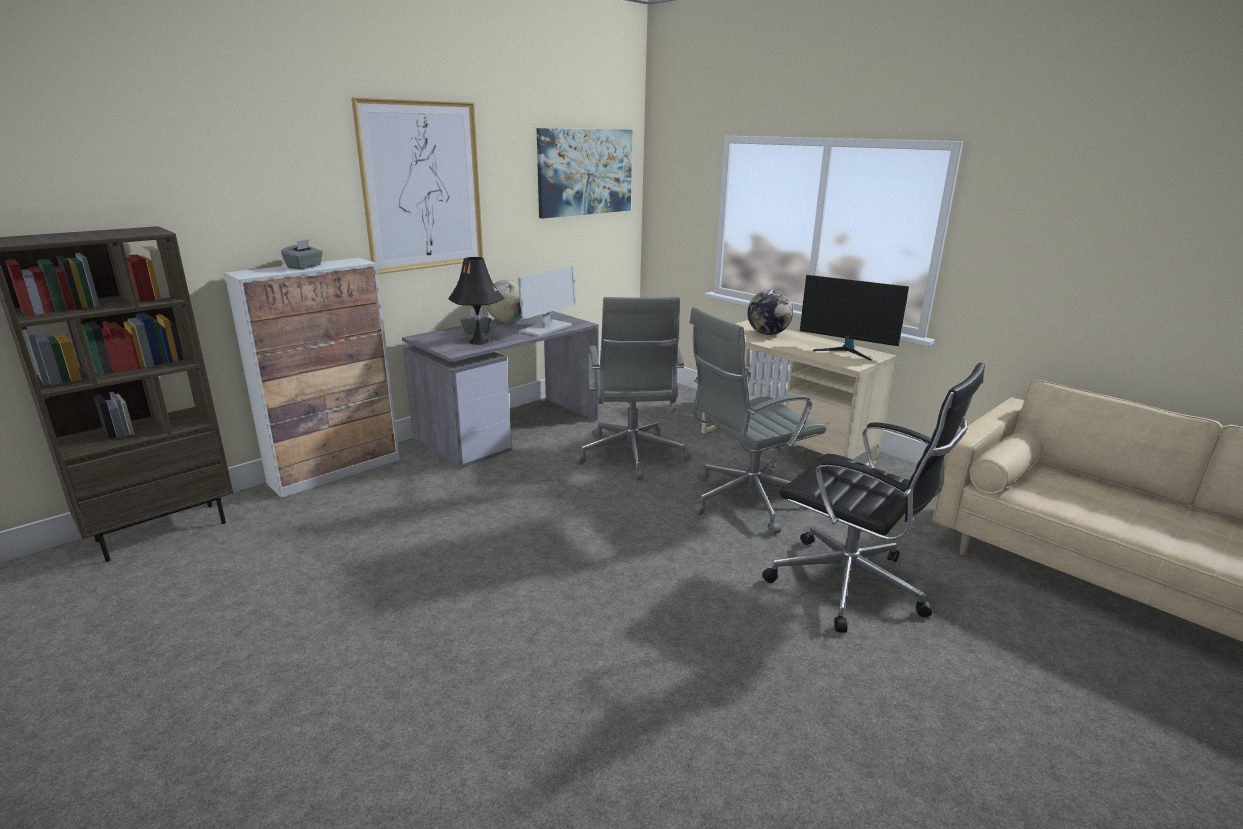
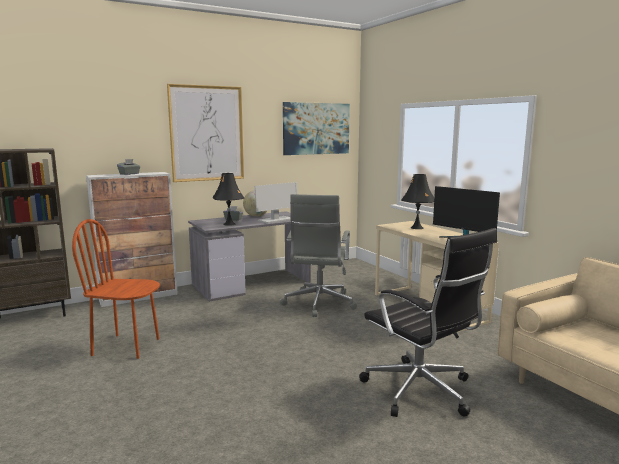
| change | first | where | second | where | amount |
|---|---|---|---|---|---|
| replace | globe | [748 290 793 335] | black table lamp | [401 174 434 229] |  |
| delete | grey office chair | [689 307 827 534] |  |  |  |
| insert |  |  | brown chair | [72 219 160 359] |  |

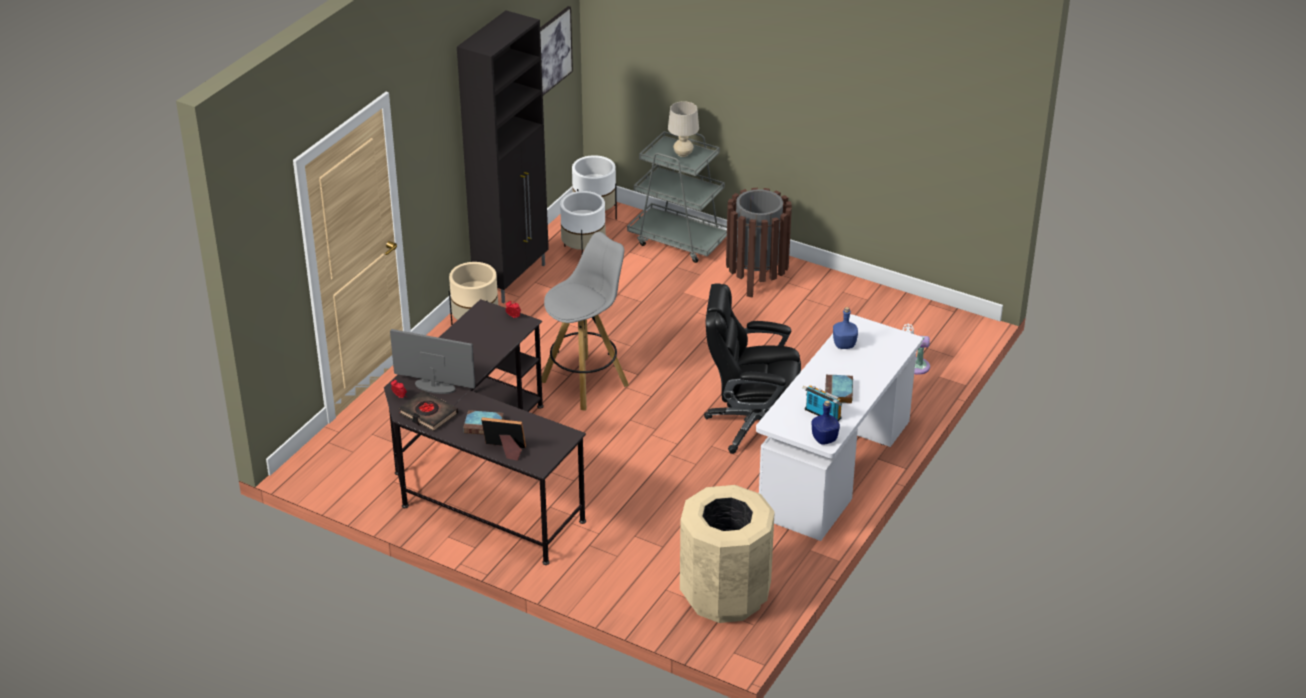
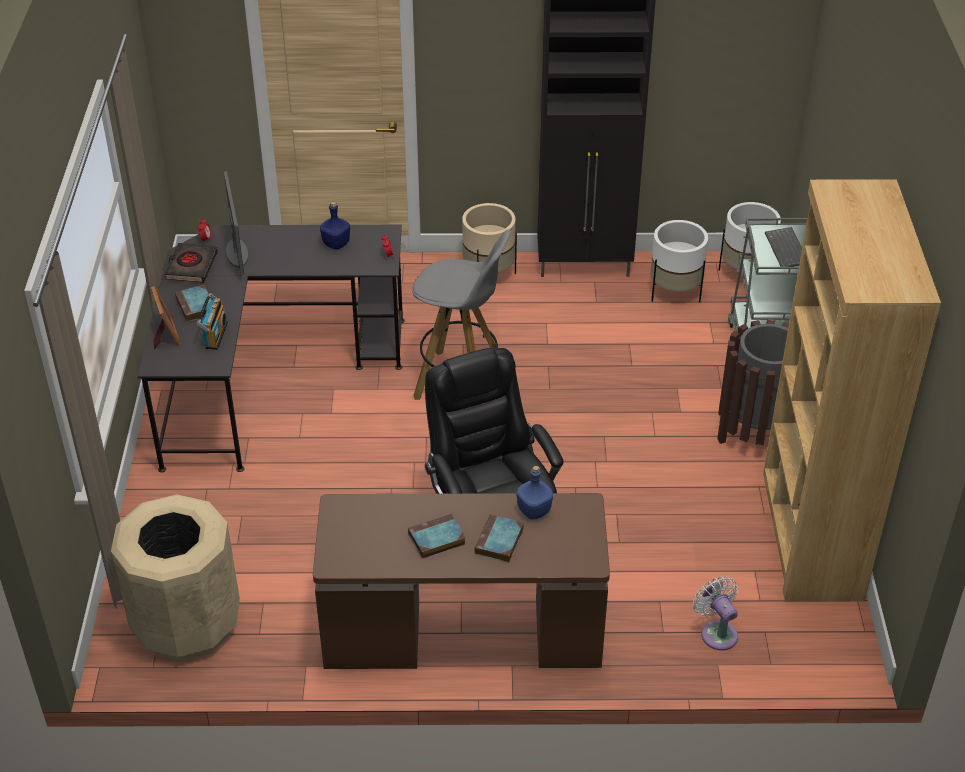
| change | first | where | second | where | amount |
|---|---|---|---|---|---|
| delete | picture | [540 6 573 95] |  |  |  |
| replace | beige table lamp | [668 101 699 157] | keyboard | [765 227 802 267] |  |
| recolor | white desk | [756 314 923 541] | brown desk | [313 493 610 669] |  |
| move | radio | [802 385 842 421] |  | [197 293 228 350] |  |
| move | blue bottle | [812 400 840 445] |  | [320 202 350 249] |  |
| insert |  |  | brown bookcase | [763 179 941 602] |  |
| insert |  |  | book | [474 514 524 563] |  |

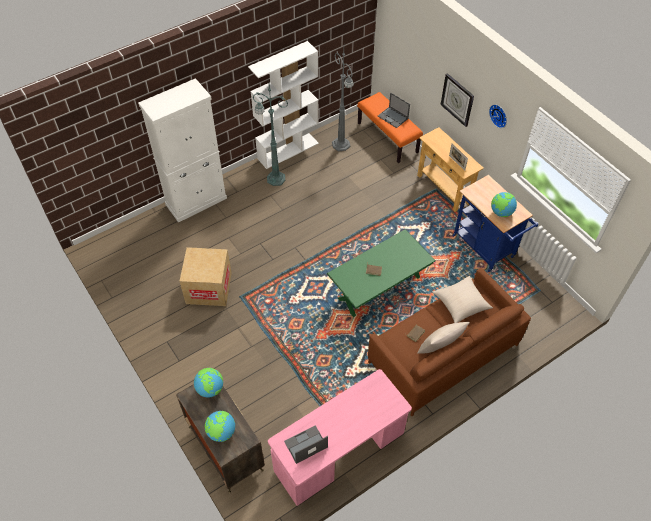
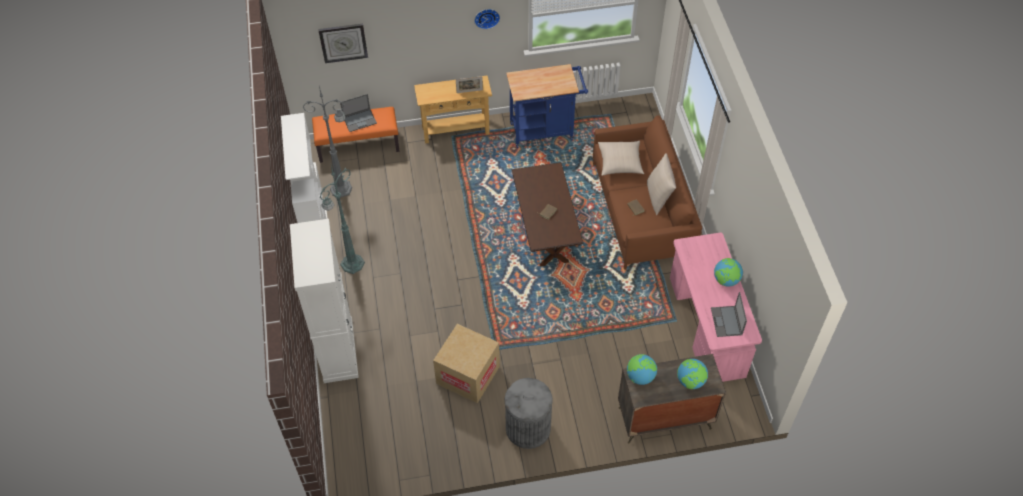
| change | first | where | second | where | amount |
|---|---|---|---|---|---|
| move | wall clock | [441 73 474 127] |  | [318 24 368 63] |  |
| move | globe | [491 192 517 217] |  | [714 258 743 287] |  |
| recolor | green coffee table | [327 229 435 317] | brown coffee table | [512 162 583 267] |  |
| insert |  |  | grey trash can | [505 378 553 449] |  |

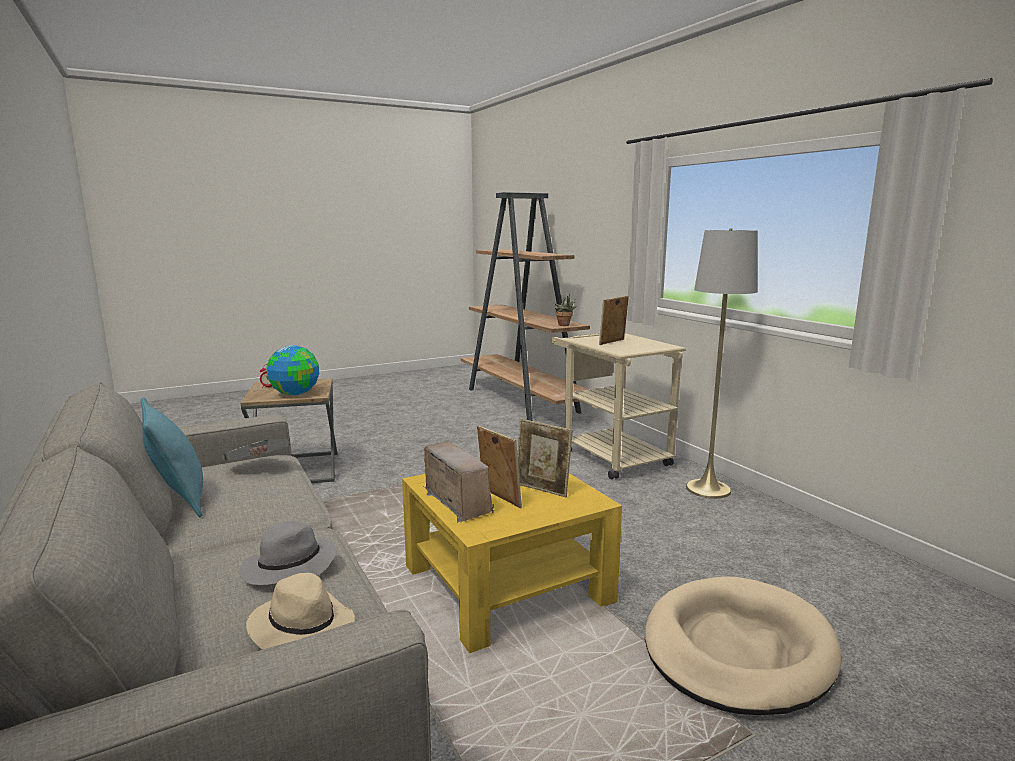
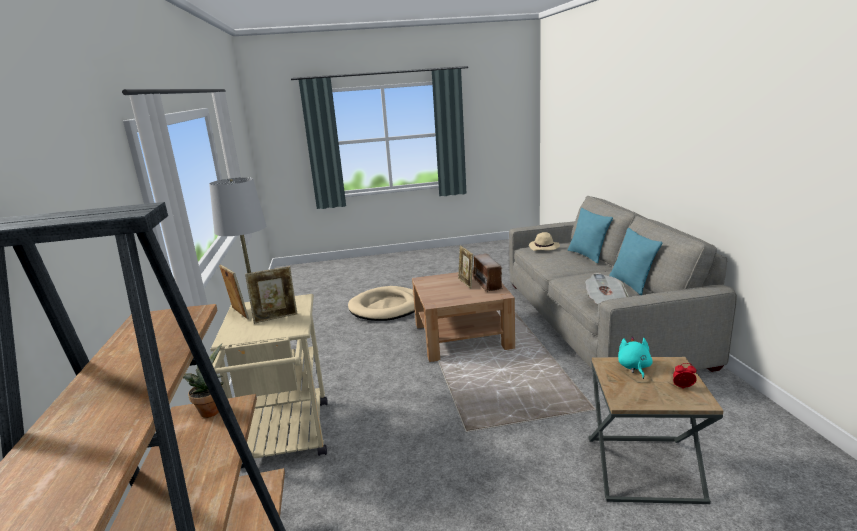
| change | first | where | second | where | amount |
|---|---|---|---|---|---|
| replace | globe | [266 345 319 396] | turquoise plush toy | [618 336 653 379] |  |
| move | picture frame | [517 419 573 497] |  | [219 264 249 319] |  |
| recolor | yellow coffee table | [402 473 622 653] | brown coffee table | [412 270 515 362] |  |
| delete | grey hat | [240 521 337 585] |  |  |  |
| insert |  |  | turquoise pillow | [568 208 613 263] |  |

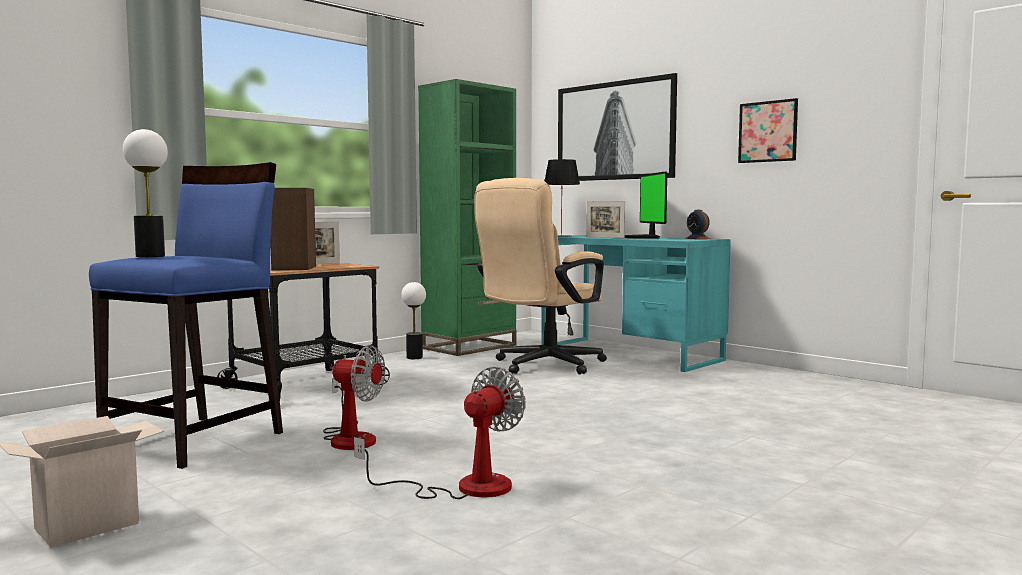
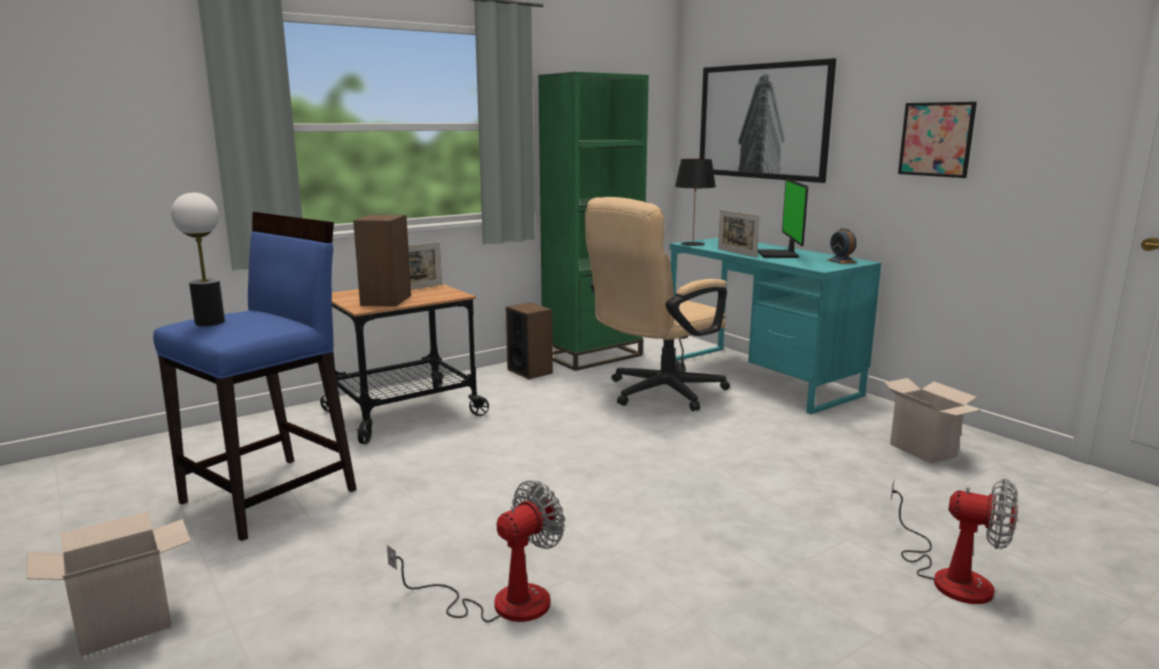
| change | first | where | second | where | amount |
|---|---|---|---|---|---|
| replace | table lamp | [401 282 426 359] | speaker | [506 302 553 379] |  |
| move | fan | [323 345 385 450] |  | [891 479 1018 604] |  |
| insert |  |  | cardboard box | [884 378 981 464] |  |

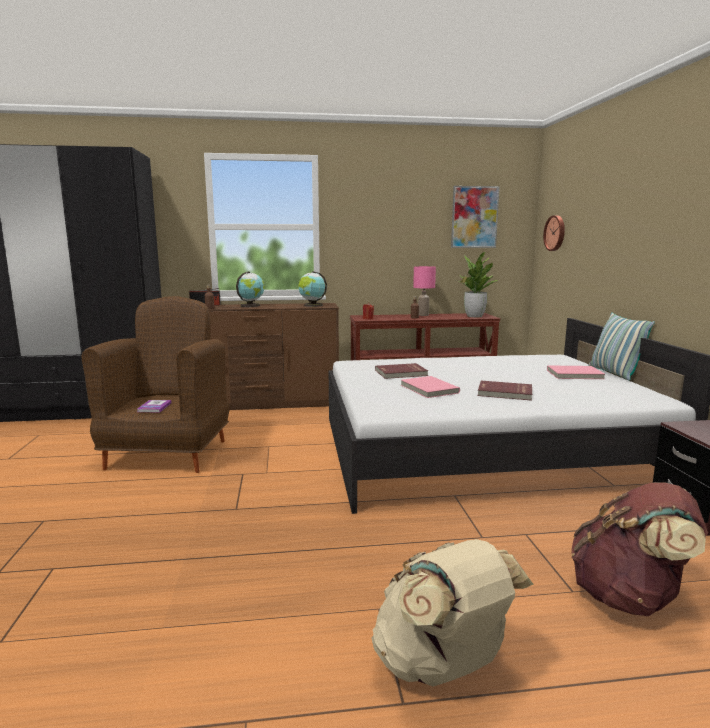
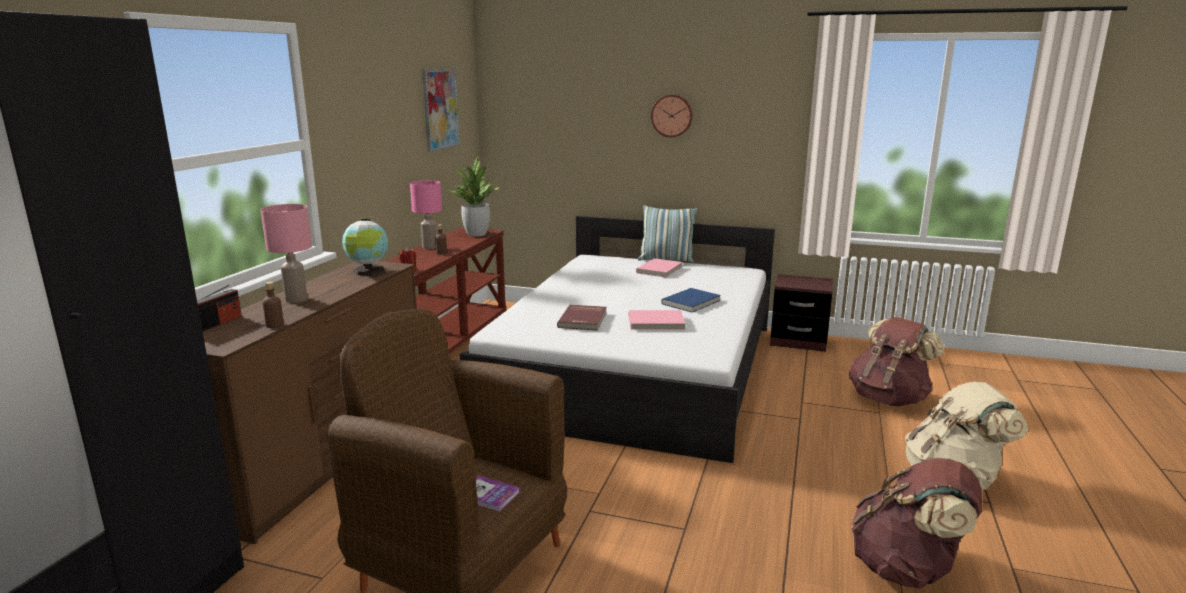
| change | first | where | second | where | amount |
|---|---|---|---|---|---|
| move | wall clock | [543 215 565 251] |  | [651 94 693 137] |  |
| replace | globe | [236 272 264 307] | pink table lamp | [261 204 312 303] |  |
| recolor | red book | [477 381 532 401] | blue book | [661 288 721 312] |  |
| insert |  |  | brown backpack | [851 458 982 588] |  |

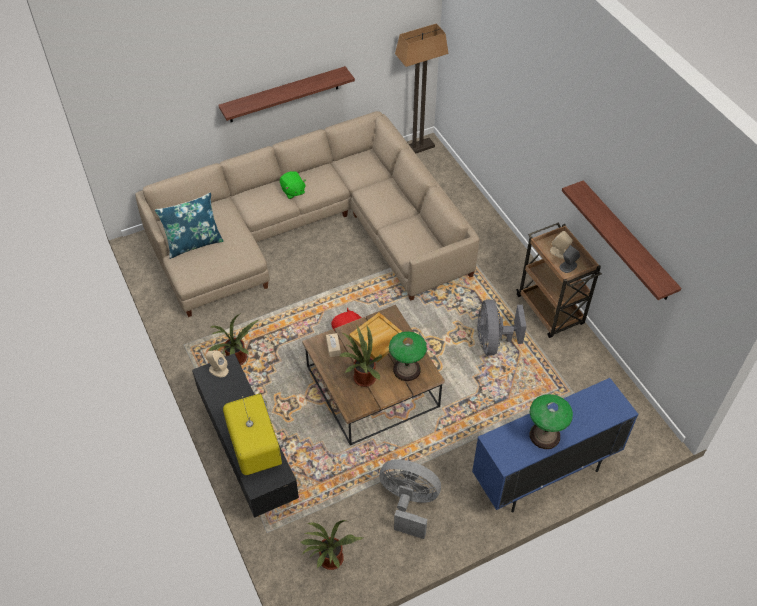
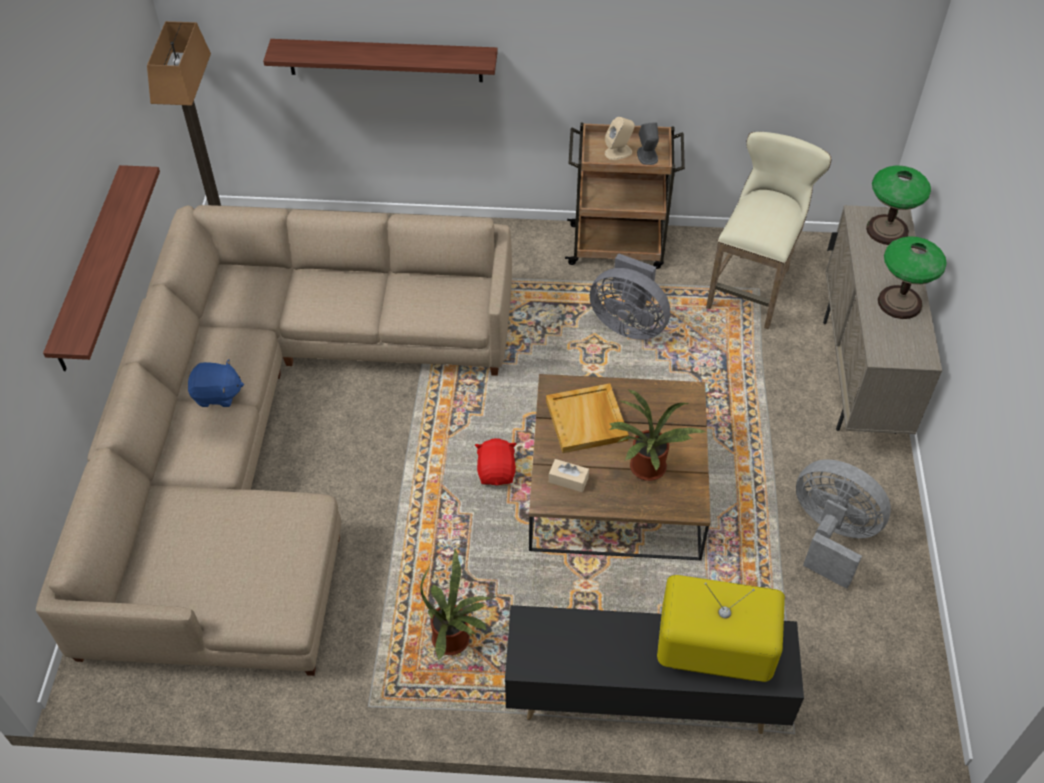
| change | first | where | second | where | amount |
|---|---|---|---|---|---|
| recolor | green plush toy | [280 171 306 199] | blue plush toy | [188 359 244 407] |  |
| move | shelf | [562 180 681 300] |  | [263 39 498 82] |  |
| delete | blue pillow | [155 193 224 259] |  |  |  |
| move | table lamp | [389 331 427 381] |  | [866 165 931 245] |  |
| delete | beige speaker | [206 351 229 377] |  |  |  |
| recolor | blue cabinet | [472 378 638 512] | beige cabinet | [823 205 942 434] |  |
| rotate | grey fan | [379 459 441 539] |  | [796 459 891 589] | 75 degrees clockwise |
| delete | potted plant | [301 520 363 570] |  |  |  |
| insert |  |  | beige stool | [706 132 831 329] |  |

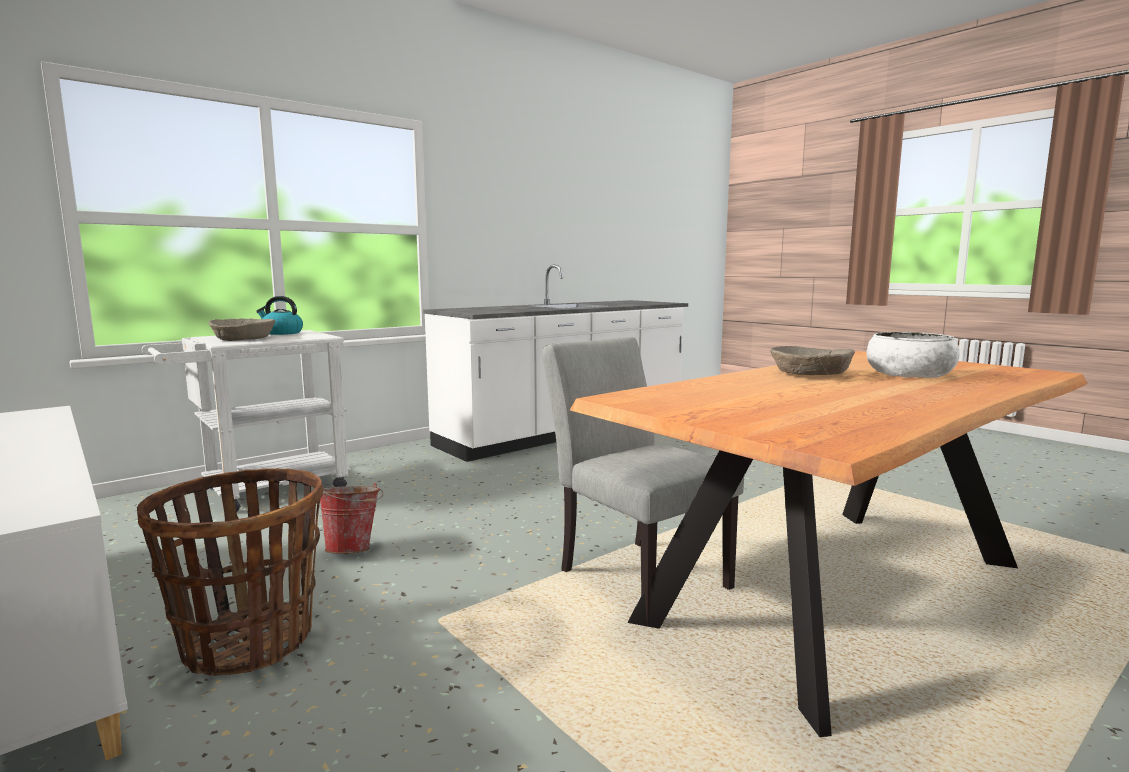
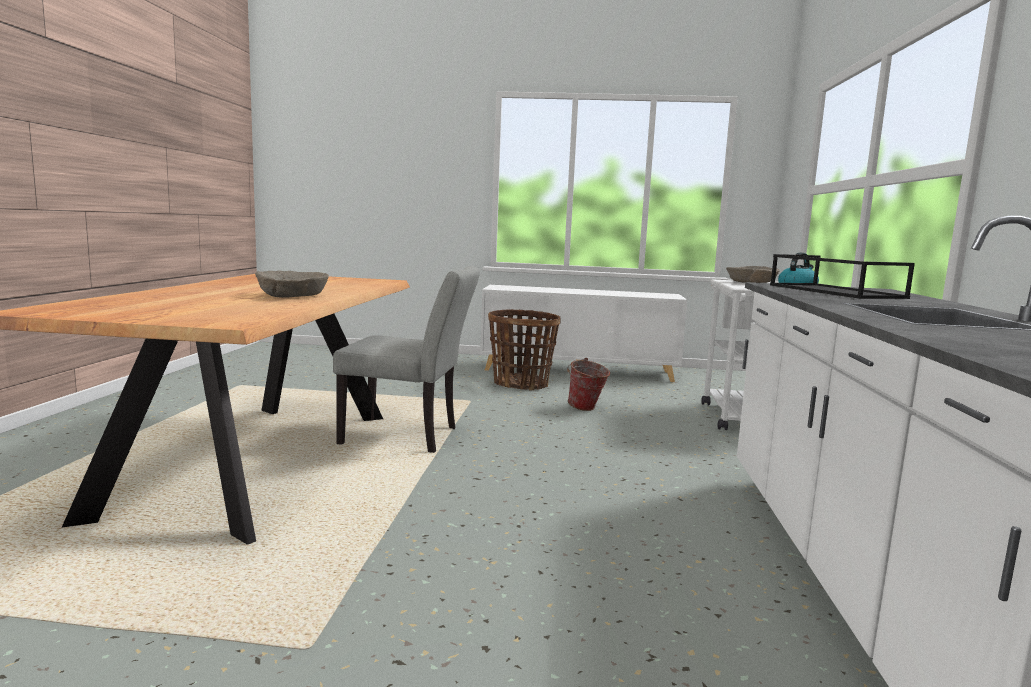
| change | first | where | second | where | amount |
|---|---|---|---|---|---|
| delete | white bowl | [867 332 960 378] |  |  |  |
| insert |  |  | black tray | [770 254 915 299] |  |

